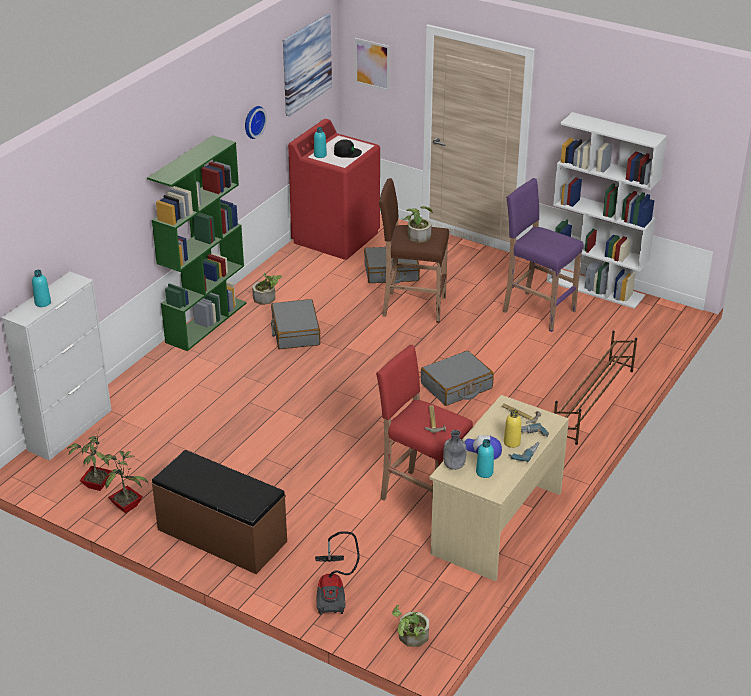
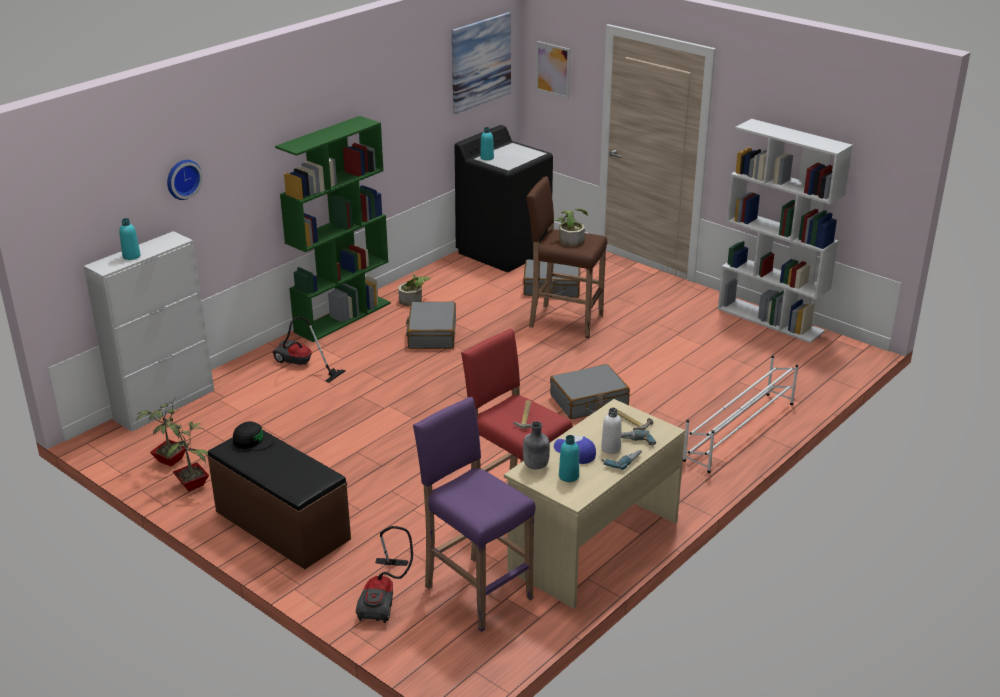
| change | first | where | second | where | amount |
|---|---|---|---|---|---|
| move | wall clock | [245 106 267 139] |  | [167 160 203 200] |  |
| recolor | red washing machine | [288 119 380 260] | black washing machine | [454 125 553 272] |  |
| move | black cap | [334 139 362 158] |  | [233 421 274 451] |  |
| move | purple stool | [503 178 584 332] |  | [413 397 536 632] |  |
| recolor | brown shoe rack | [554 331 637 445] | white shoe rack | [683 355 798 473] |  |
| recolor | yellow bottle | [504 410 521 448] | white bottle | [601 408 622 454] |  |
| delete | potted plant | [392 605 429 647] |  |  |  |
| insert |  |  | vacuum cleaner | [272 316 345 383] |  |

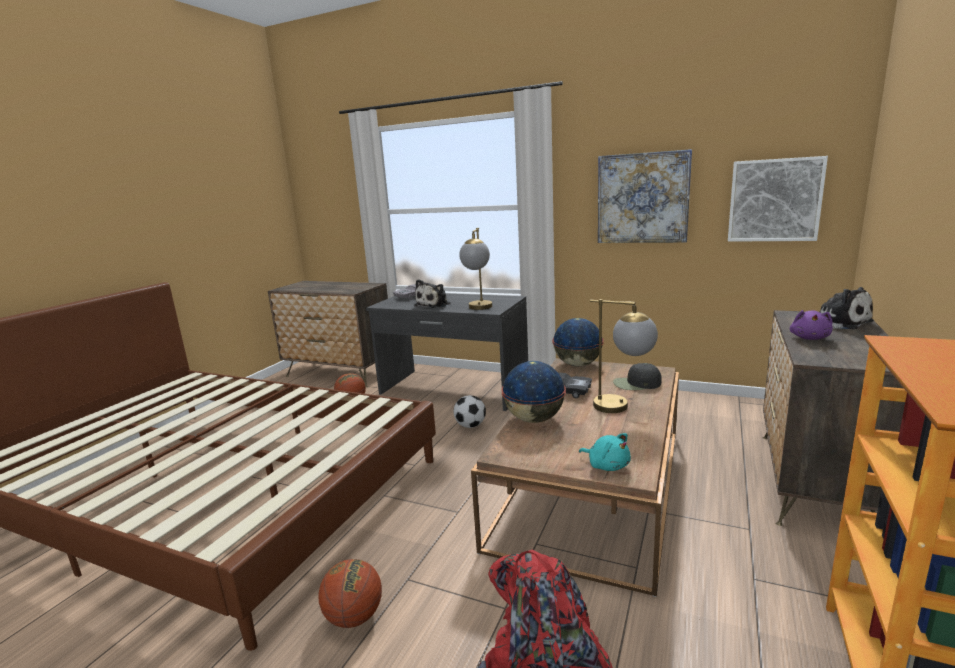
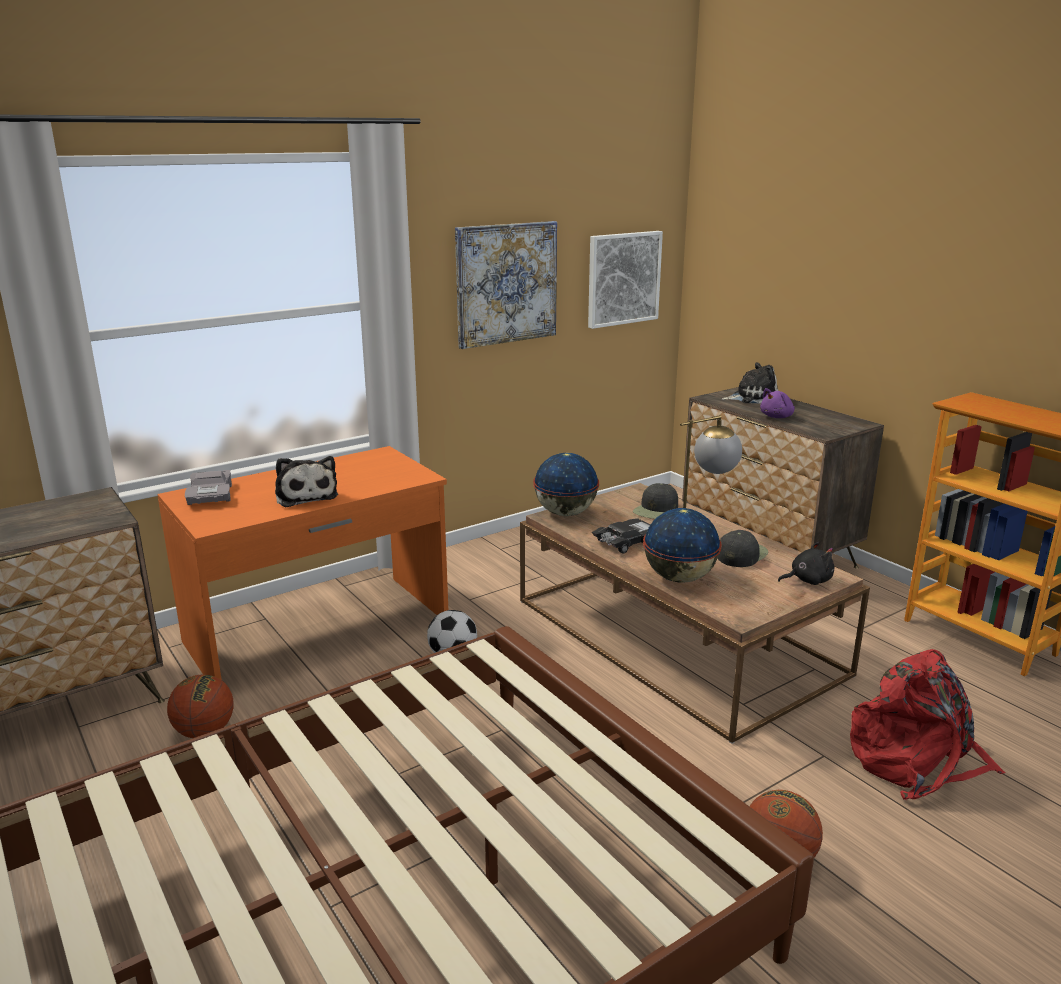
| change | first | where | second | where | amount |
|---|---|---|---|---|---|
| delete | table lamp | [459 228 492 310] |  |  |  |
| recolor | grey desk | [366 293 528 411] | orange desk | [157 446 448 680] |  |
| rotate | purple plush toy | [790 310 833 340] |  | [760 388 795 418] | 90 degrees clockwise |
| recolor | turquoise plush toy | [579 433 631 471] | black plush toy | [778 542 834 585] |  |
| insert |  |  | black cap | [718 530 768 567] |  |

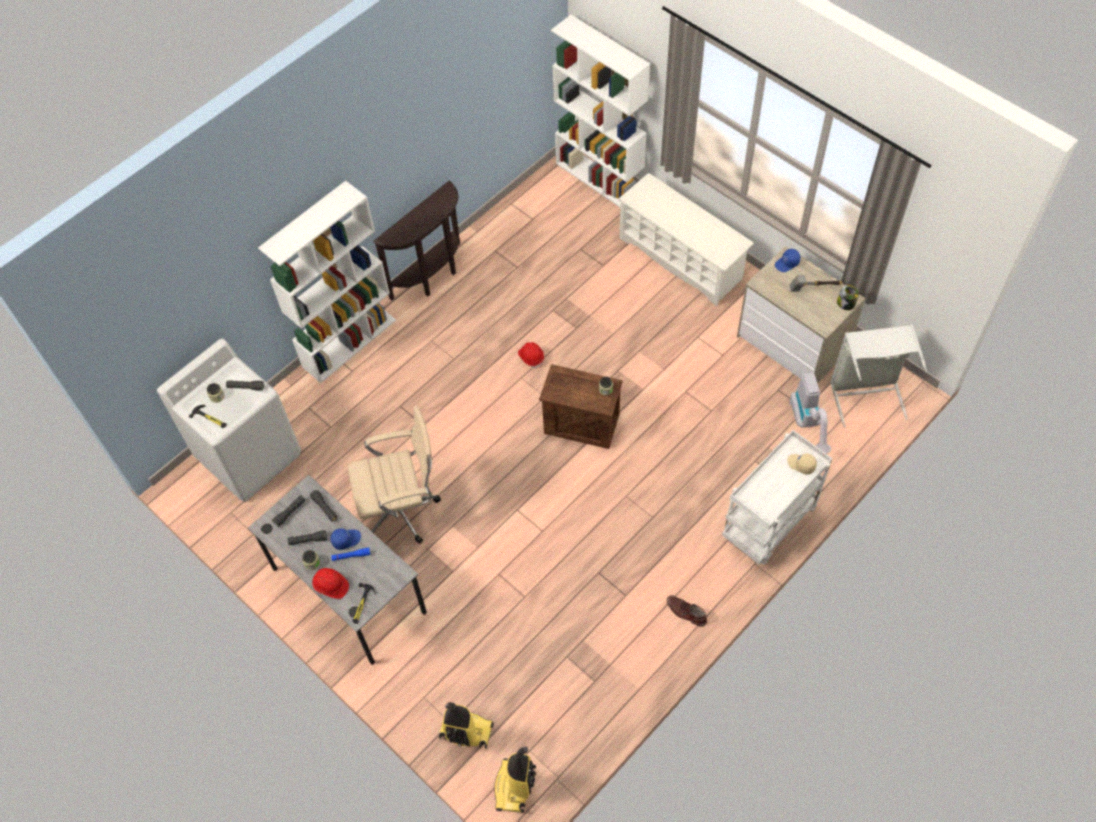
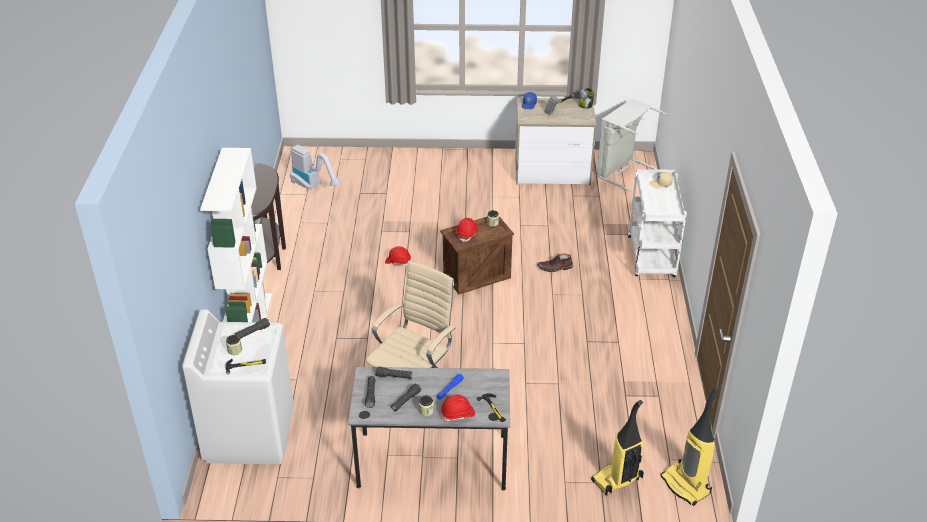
| change | first | where | second | where | amount |
|---|---|---|---|---|---|
| delete | white bookcase | [551 15 650 207] |  |  |  |
| delete | white shoe rack | [619 173 754 306] |  |  |  |
| move | vacuum cleaner | [790 372 831 454] |  | [290 145 341 190] |  |
| delete | blue cap | [331 528 361 550] |  |  |  |
| move | brown boot | [667 595 707 627] |  | [537 253 573 272] |  |
| insert |  |  | red hard hat | [456 218 479 243] |  |

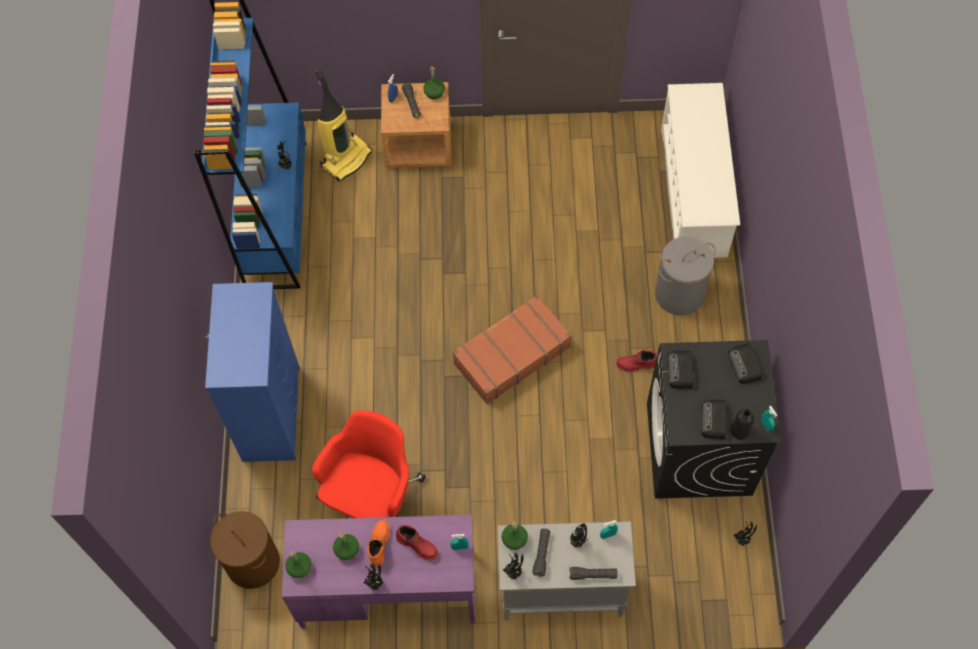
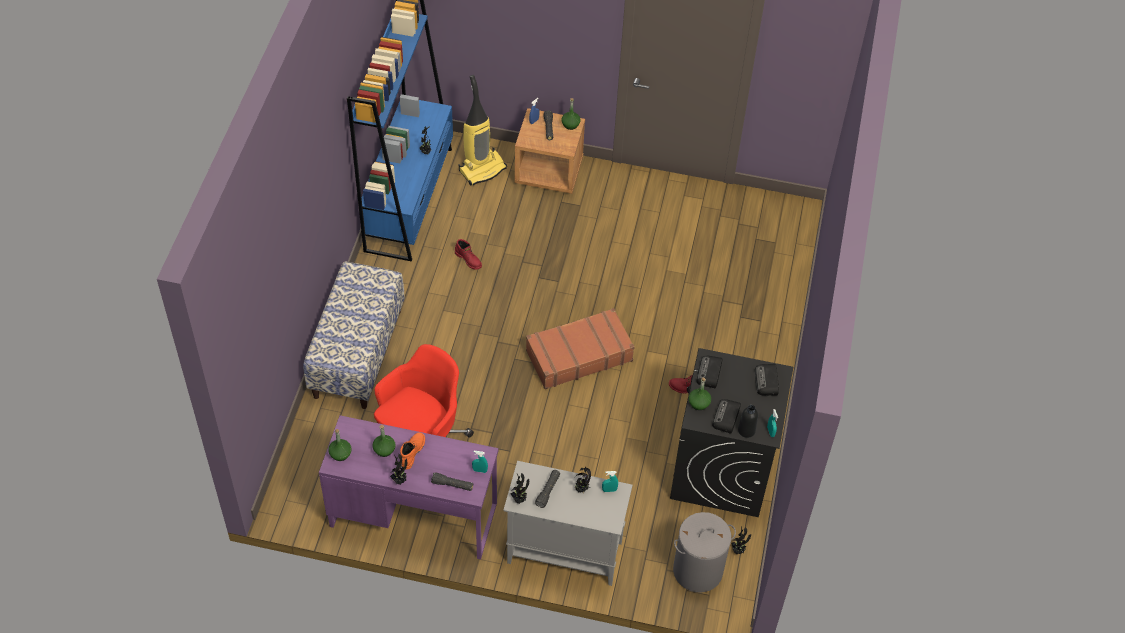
| change | first | where | second | where | amount |
|---|---|---|---|---|---|
| delete | white shoe rack | [661 83 740 258] |  |  |  |
| move | grey laundry basket | [655 236 716 316] |  | [673 512 736 593] |  |
| replace | blue dresser | [205 282 300 462] | bench | [303 262 405 409] |  |
| delete | brown laundry basket | [210 511 280 589] |  |  |  |
| move | green bottle | [502 522 528 550] |  | [689 378 711 410] |  |
| move | red boot | [396 525 438 561] |  | [455 239 482 270] |  |
| move | black flashlight | [569 567 618 580] |  | [431 473 473 491] |  |

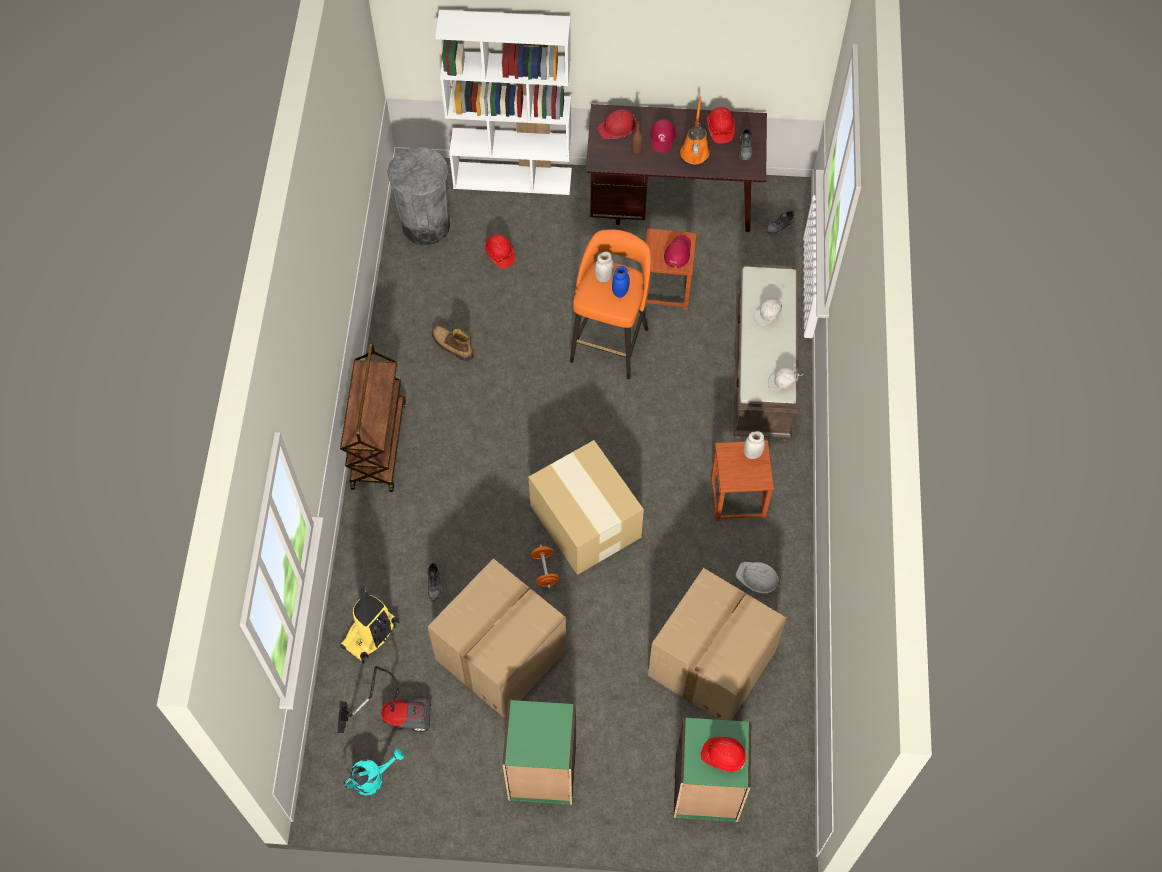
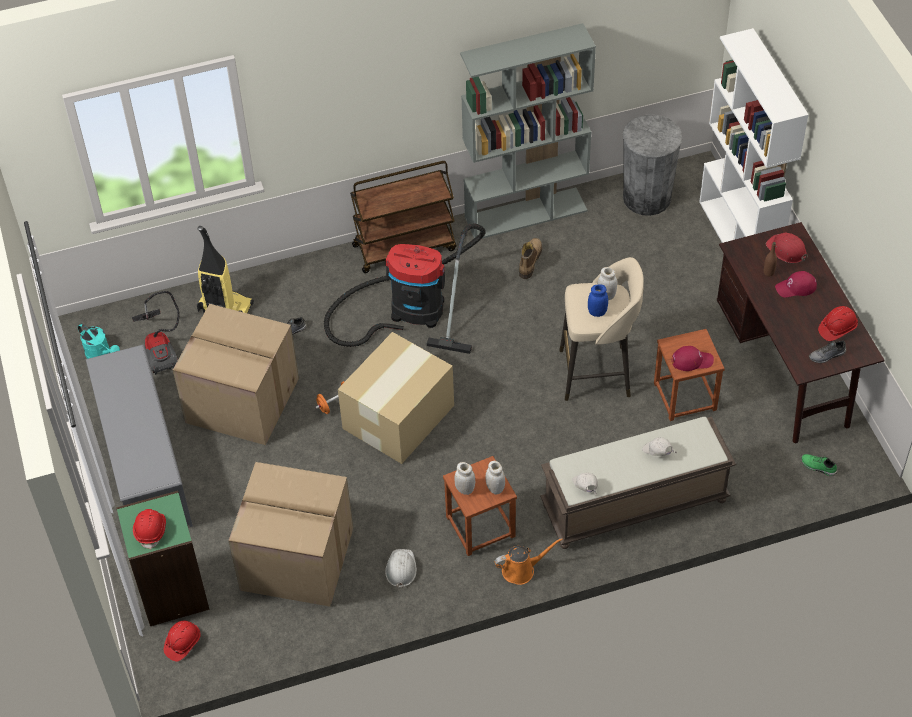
| change | first | where | second | where | amount |
|---|---|---|---|---|---|
| move | orange watering can | [680 97 709 164] |  | [494 538 563 585] |  |
| recolor | grey shoe | [766 210 795 234] | green shoe | [801 454 838 476] |  |
| recolor | orange stool | [570 230 651 379] | beige stool | [559 257 644 401] |  |
| move | red hard hat | [485 234 515 269] |  | [164 621 201 661] |  |
| replace | green bookcase | [502 700 576 805] | grey shoe rack | [86 344 193 527] |  |
| insert |  |  | grey bookcase | [460 23 596 239] |  |
| insert |  |  | vacuum cleaner | [324 223 486 354] |  |
| insert |  |  | white jar | [454 462 475 495] |  |

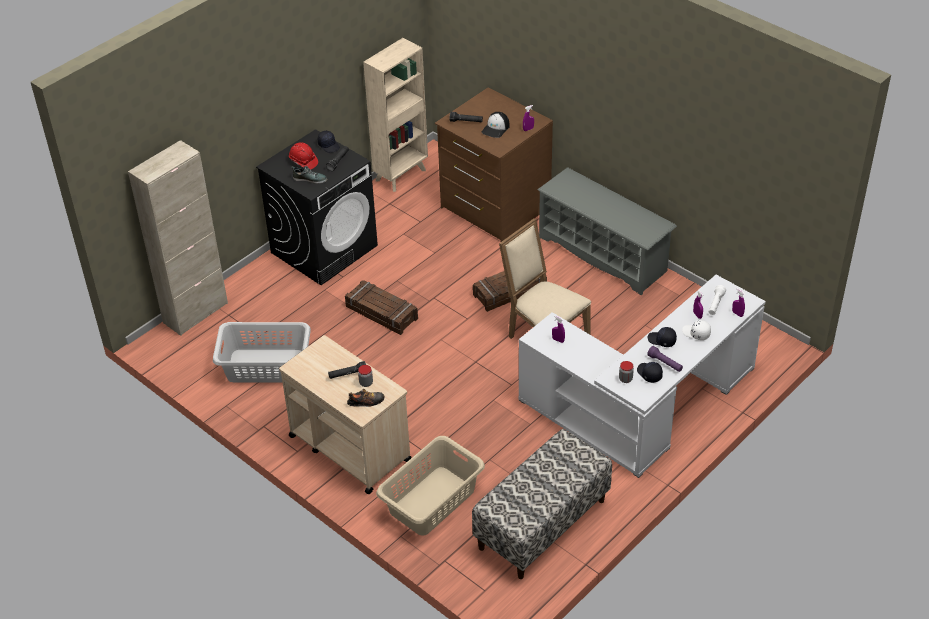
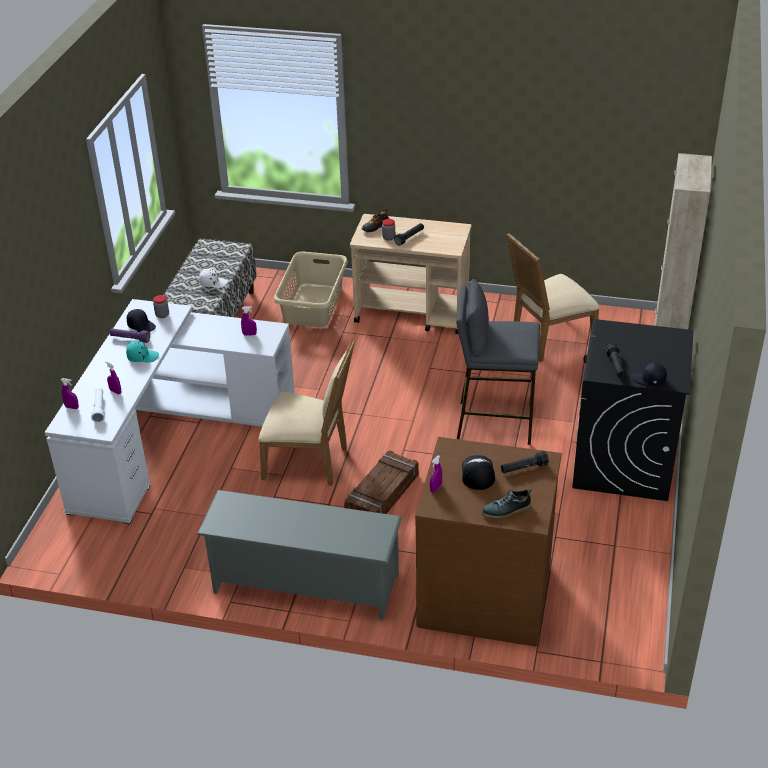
| change | first | where | second | where | amount |
|---|---|---|---|---|---|
| delete | beige bookcase | [363 38 428 192] |  |  |  |
| delete | red hard hat | [289 142 318 169] |  |  |  |
| move | shoe | [291 166 327 184] |  | [481 488 532 518] |  |
| replace | crate | [345 280 418 335] | grey stool | [456 279 540 445] |  |
| move | white cap | [682 320 711 340] |  | [199 269 228 288] |  |
| replace | grey laundry basket | [213 322 311 383] | beige chair | [507 233 600 362] |  |
| recolor | black cap | [647 327 677 347] | turquoise cap | [126 341 159 363] |  |

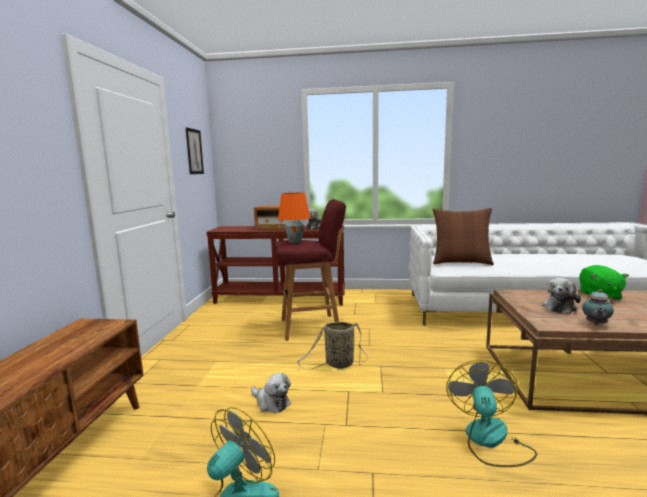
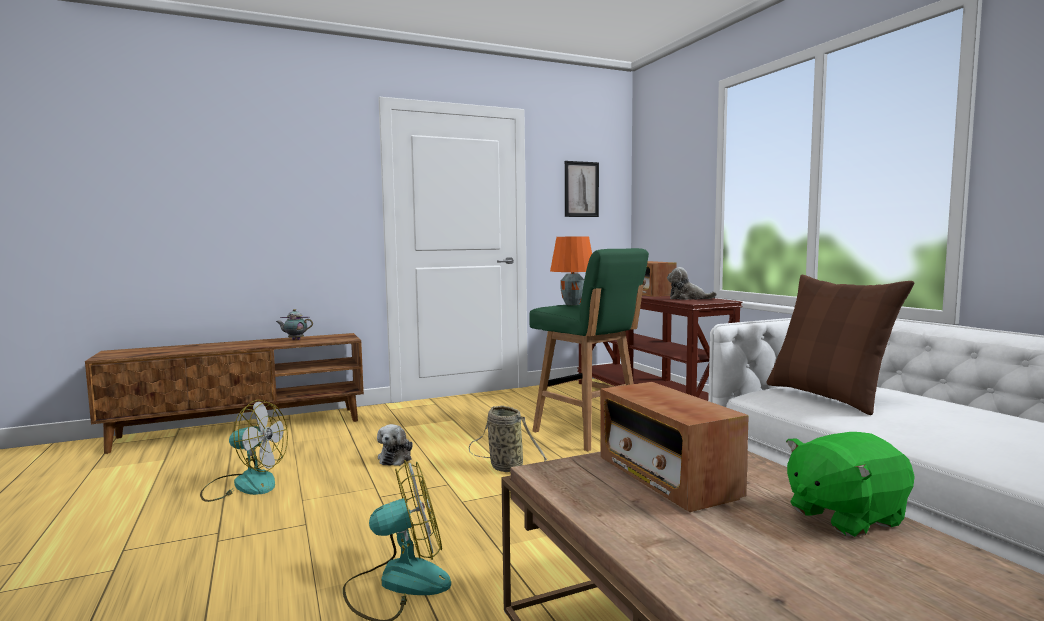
| change | first | where | second | where | amount |
|---|---|---|---|---|---|
| recolor | red stool | [274 199 346 341] | green stool | [529 248 649 451] |  |
| replace | plush toy | [542 278 581 314] | radio | [600 382 749 512] |  |
| move | teapot | [582 289 614 325] |  | [276 309 313 340] |  |

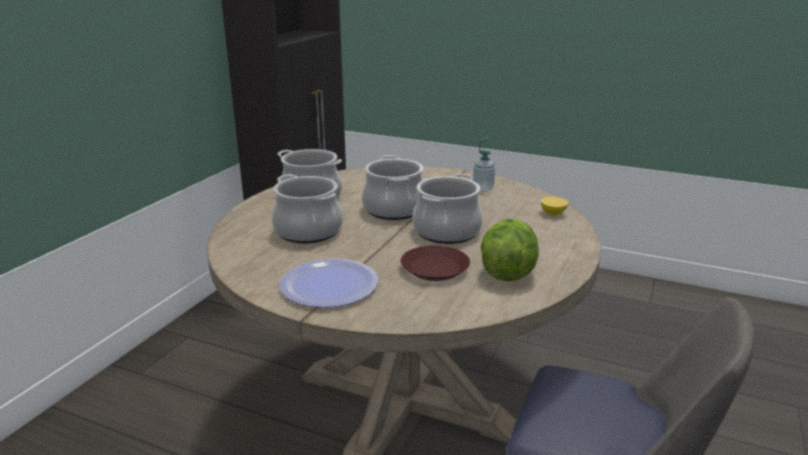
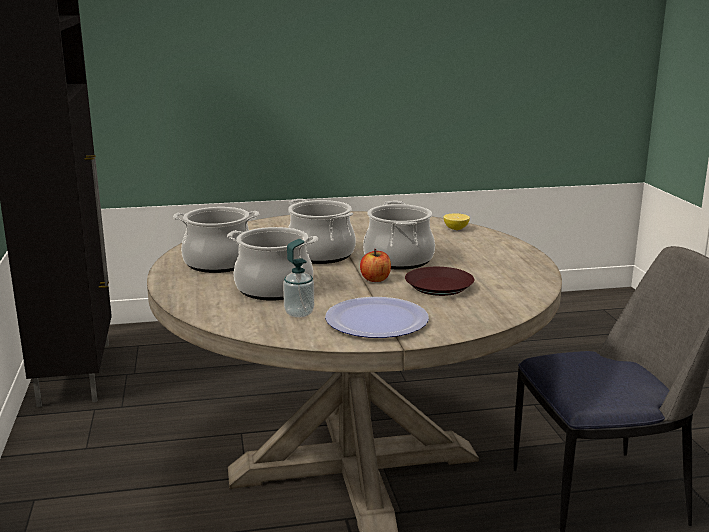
| change | first | where | second | where | amount |
|---|---|---|---|---|---|
| move | soap dispenser | [473 136 495 192] |  | [283 239 314 318] |  |
| delete | lettuce | [481 219 539 281] |  |  |  |
| insert |  |  | apple | [360 249 391 282] |  |

